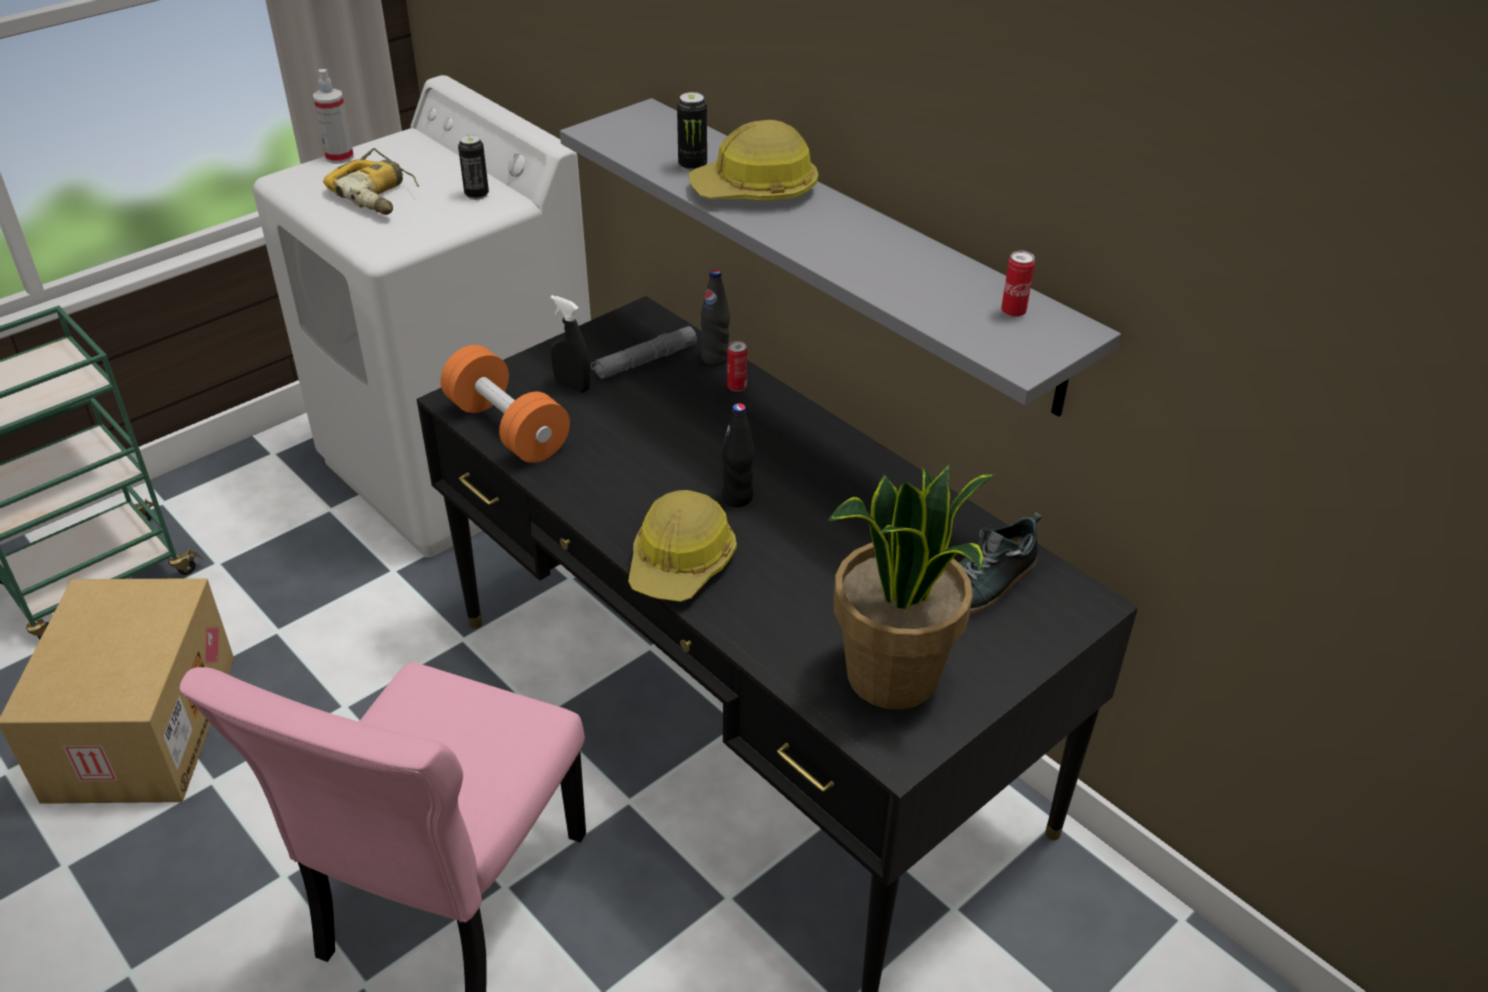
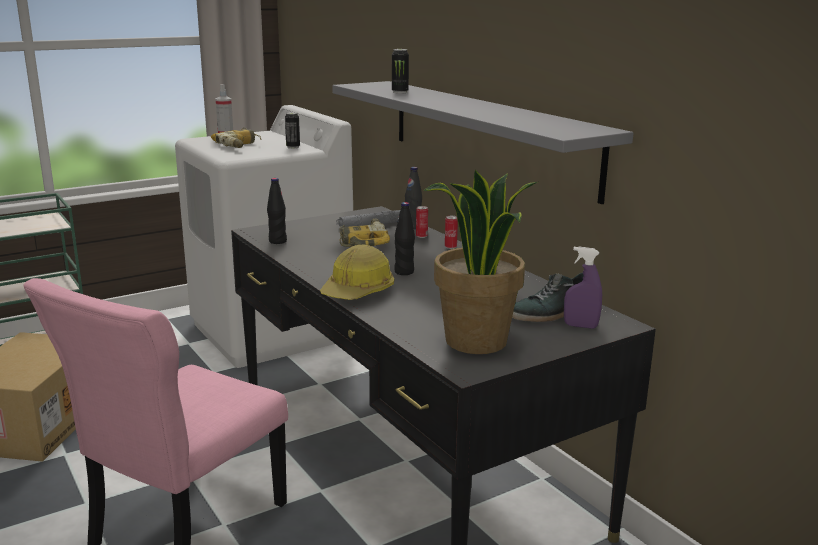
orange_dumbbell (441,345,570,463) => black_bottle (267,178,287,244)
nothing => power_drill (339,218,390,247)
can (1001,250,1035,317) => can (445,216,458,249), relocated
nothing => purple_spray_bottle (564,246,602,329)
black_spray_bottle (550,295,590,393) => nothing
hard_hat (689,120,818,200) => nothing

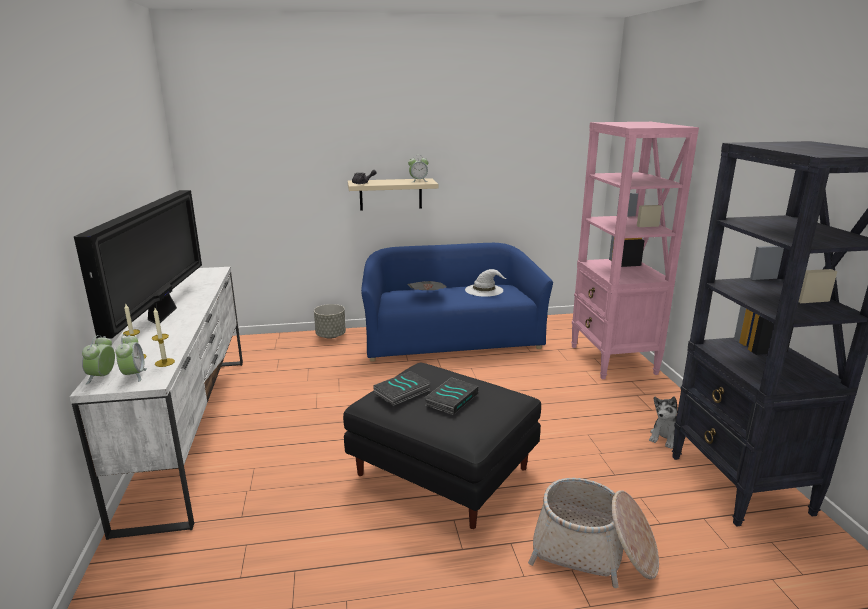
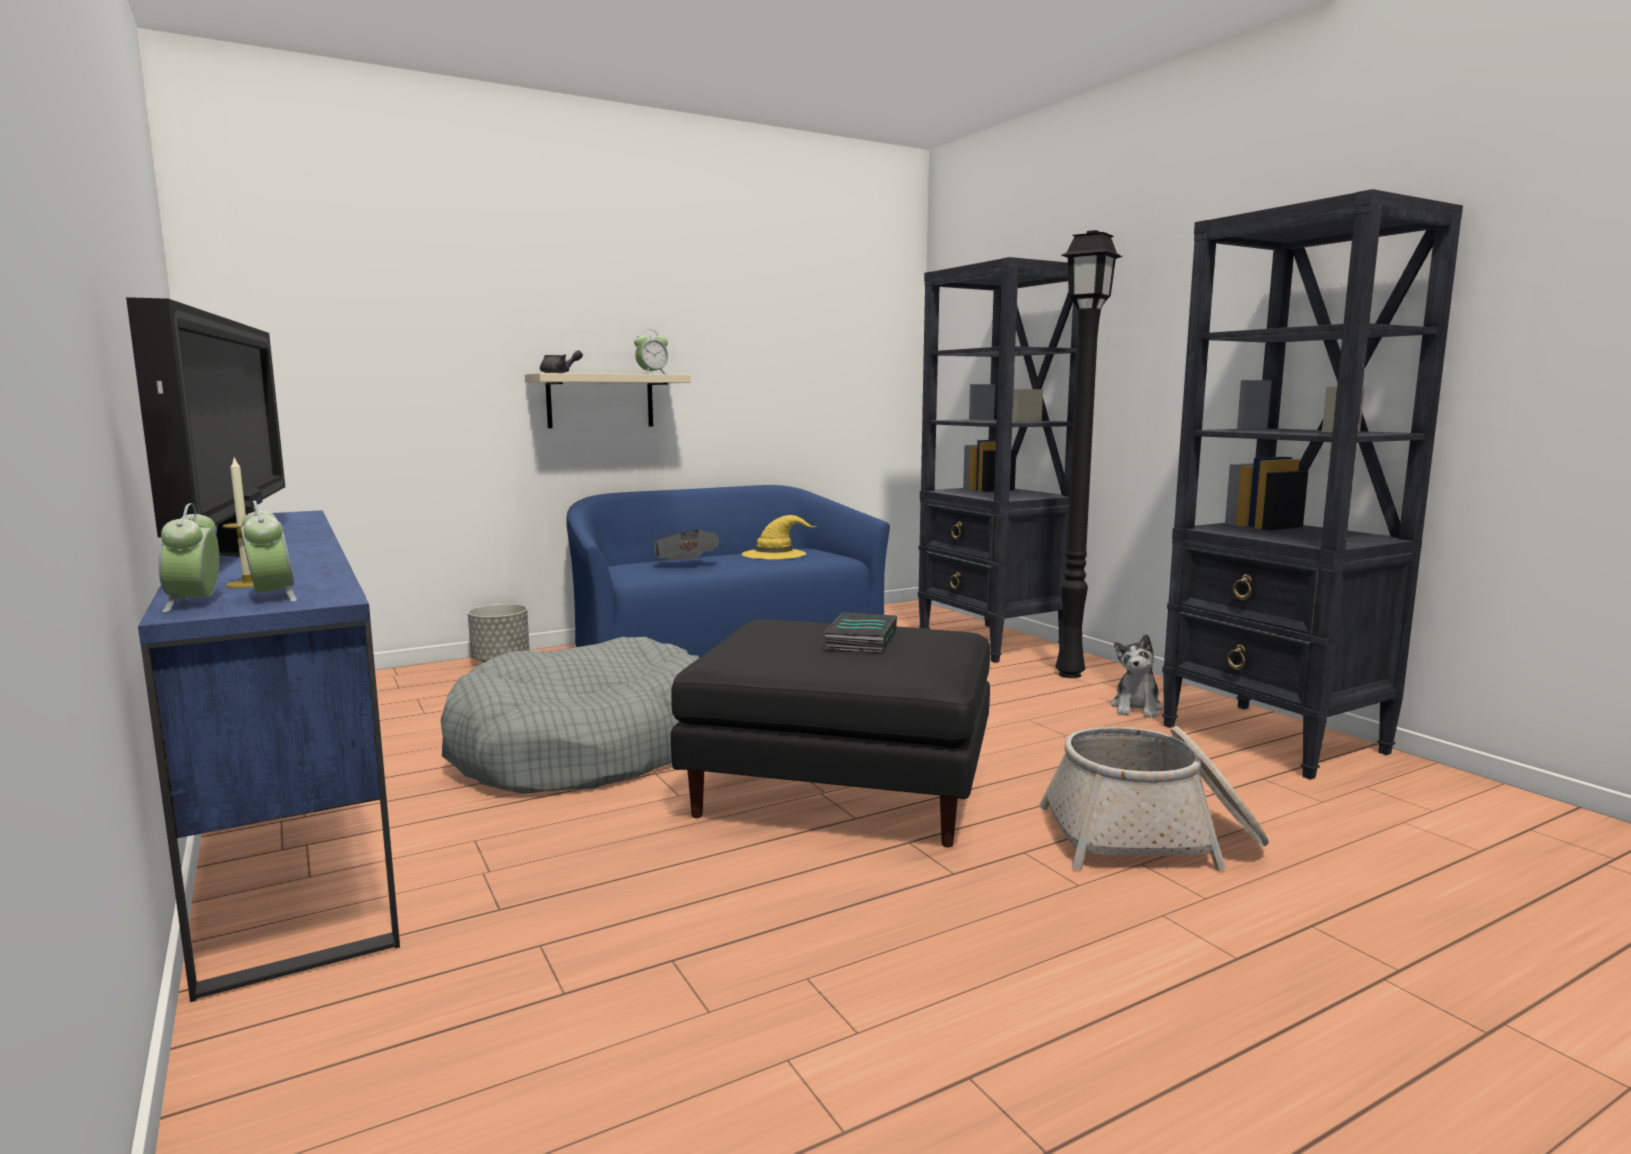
white_tv_stand (69,267,243,540) => blue_tv_stand (138,510,400,1002)
nothing => grey_dog_bed (440,637,700,794)
white_hat (465,269,507,297) => yellow_hat (742,515,817,560)
pink_bookcase (571,122,699,379) => black_bookcase (918,257,1078,663)
nothing => black_floor_lamp (1055,230,1122,678)
candle (151,308,175,367) => nothing
book (373,371,430,406) => nothing

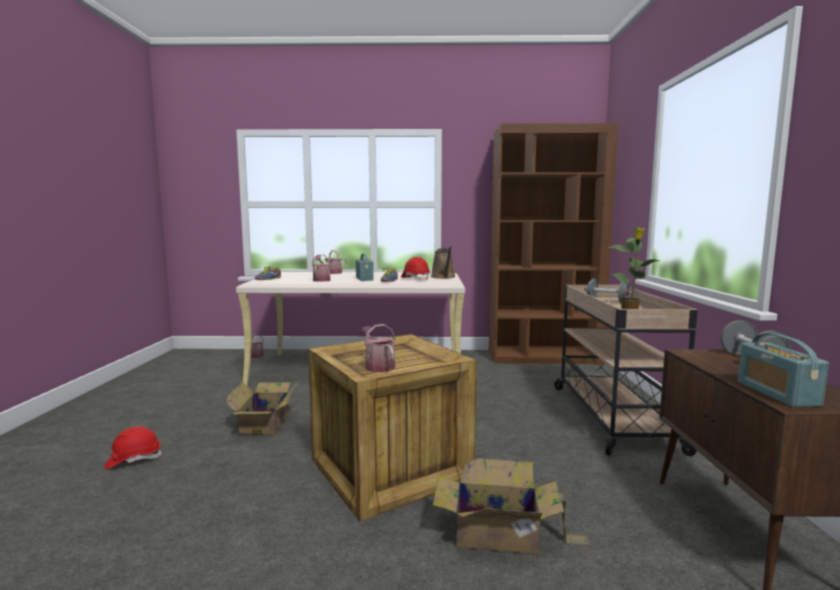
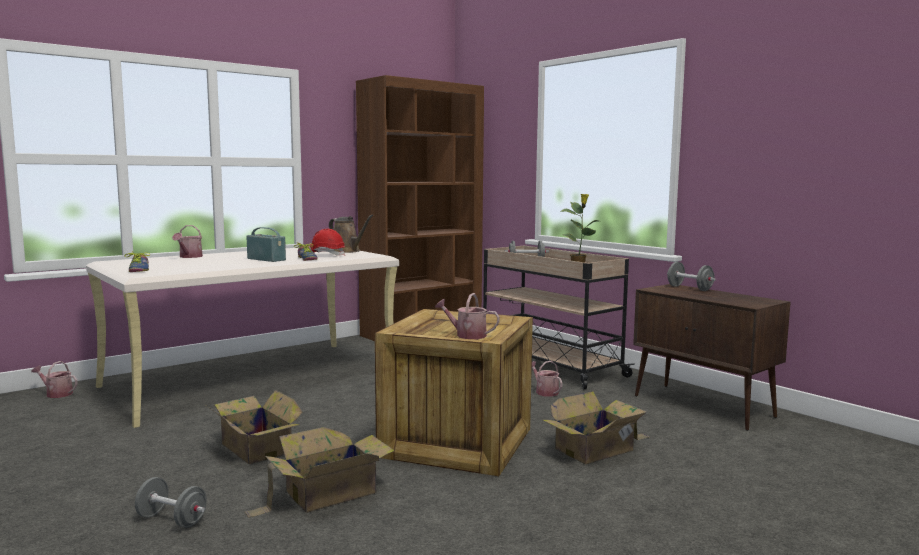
red_hard_hat (104,426,162,469) => grey_dumbbell (135,477,207,528)
nothing => cardboard_box (245,427,395,518)
watering_can (312,254,332,282) => watering_can (532,361,563,397), relocated
radio (738,333,829,407) => nothing

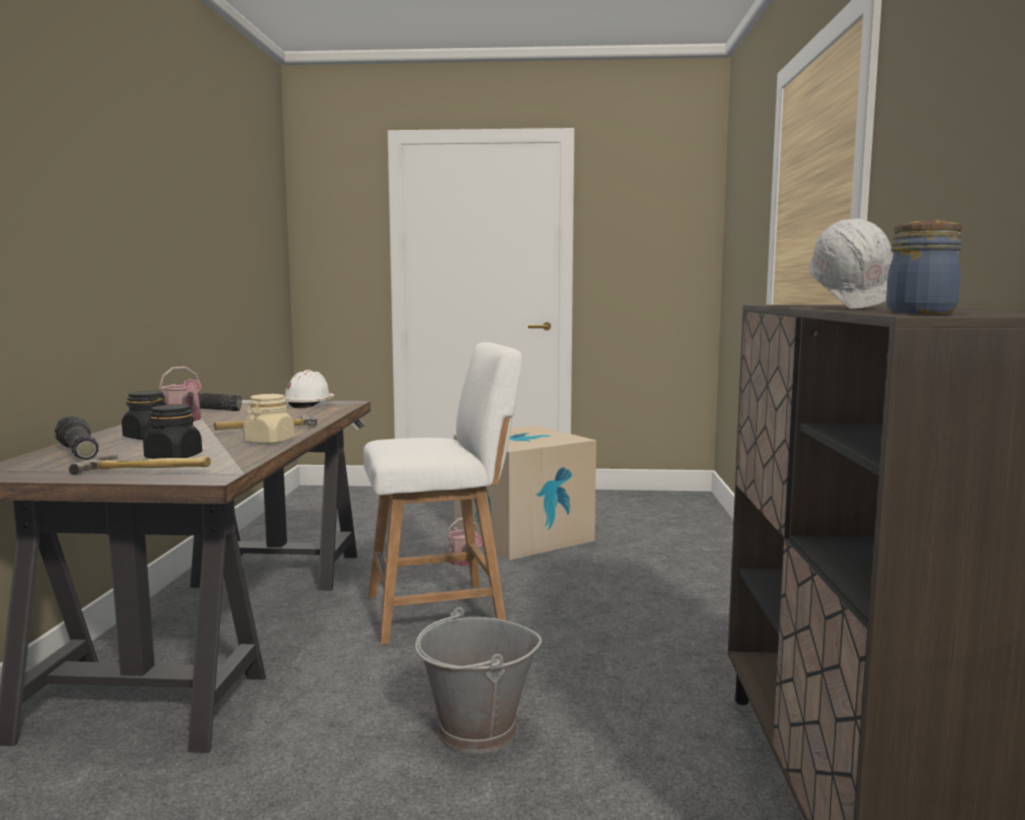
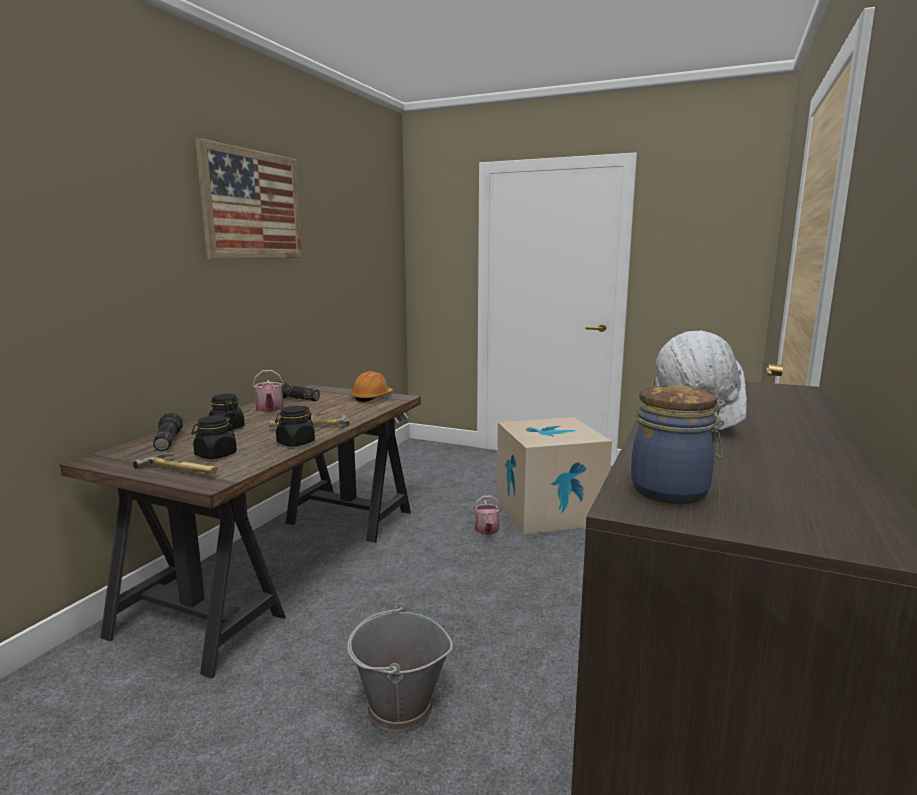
nothing => picture (195,138,302,259)
beige_jar (243,394,294,444) => black_jar (275,406,315,447)
white_hard_hat (285,370,334,408) => orange_hard_hat (350,371,393,402)
white_chair (363,342,522,644) => nothing

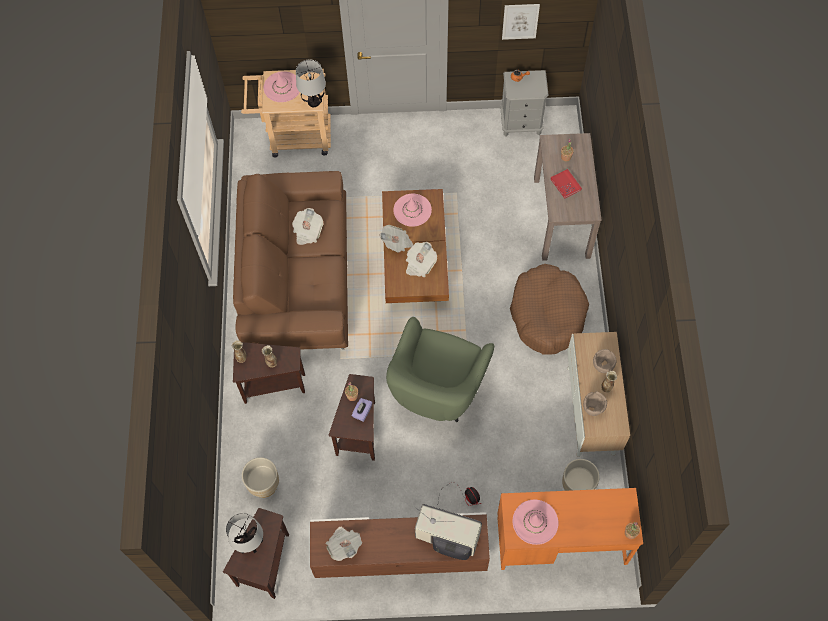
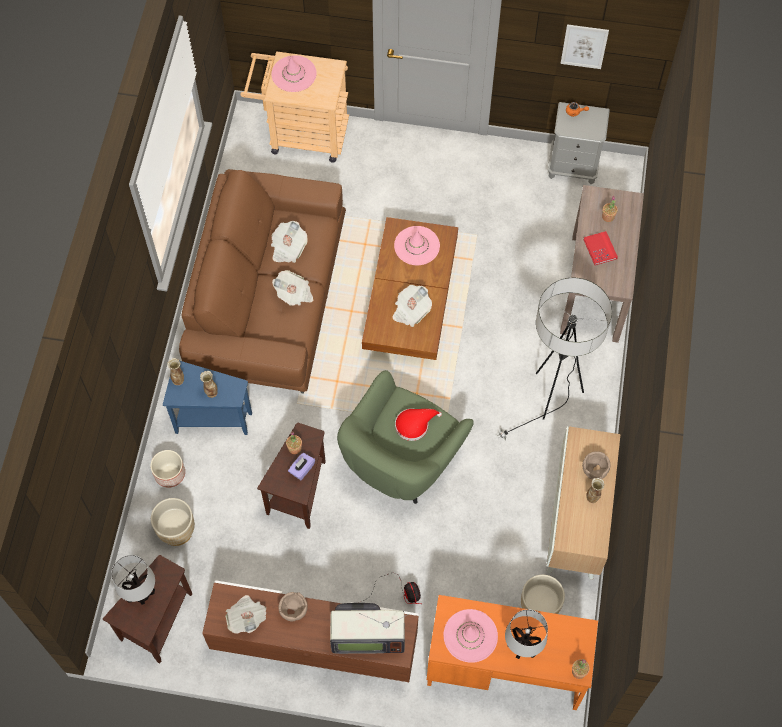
nothing => planter (150,450,185,488)
brown_side_table (233,342,305,404) => blue_side_table (163,361,252,435)
newspaper (379,225,413,253) => newspaper (272,270,313,306), relocated
brown_bowl (583,391,607,416) => brown_bowl (278,592,307,621), relocated
television (415,504,482,560) => television (330,603,409,654), 150 degrees clockwise
nothing => red_hat (395,408,442,441)
brown_dog_bed (510,264,589,355) => floor_lamp (497,278,612,440)
table_lamp (296,59,326,107) => table_lamp (505,609,548,659), relocated

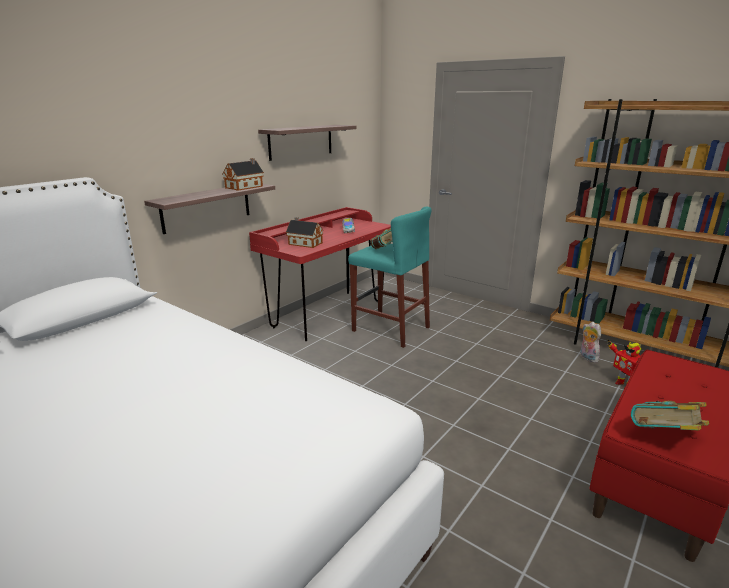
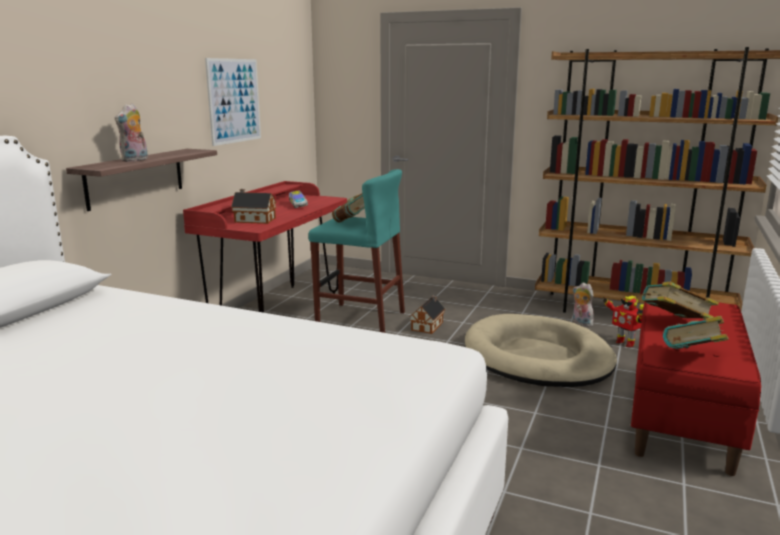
nothing => plush_toy (115,104,148,162)
shelf (258,125,357,161) => picture (205,58,261,146)
toy_house (222,158,264,191) => toy_house (409,295,445,334), relocated
nothing => beige_dog_bed (465,314,617,387)
nothing => book (640,282,719,320)

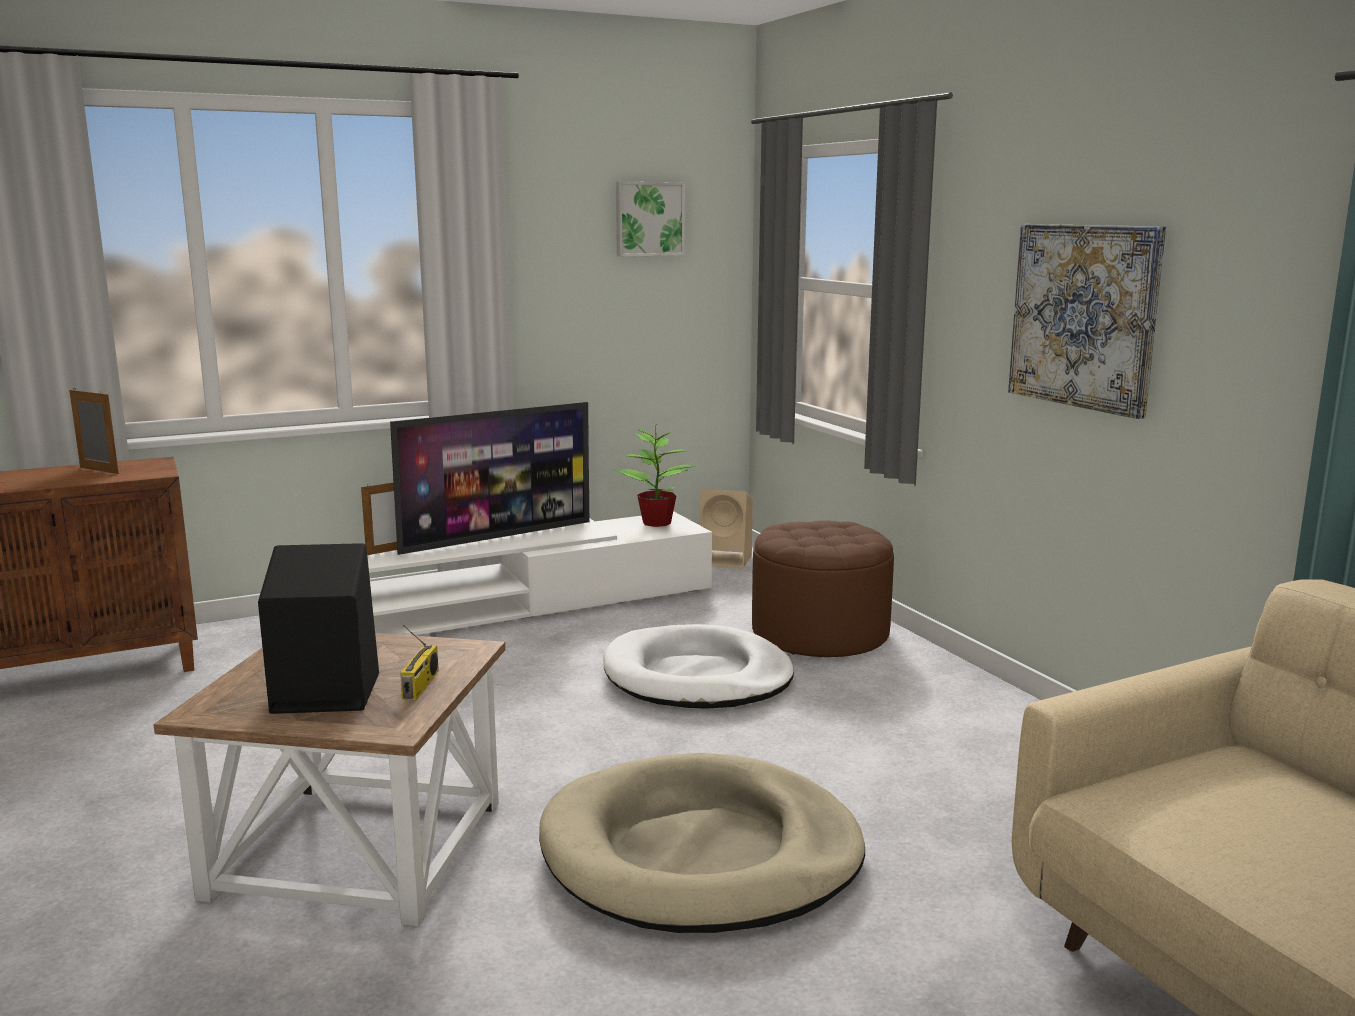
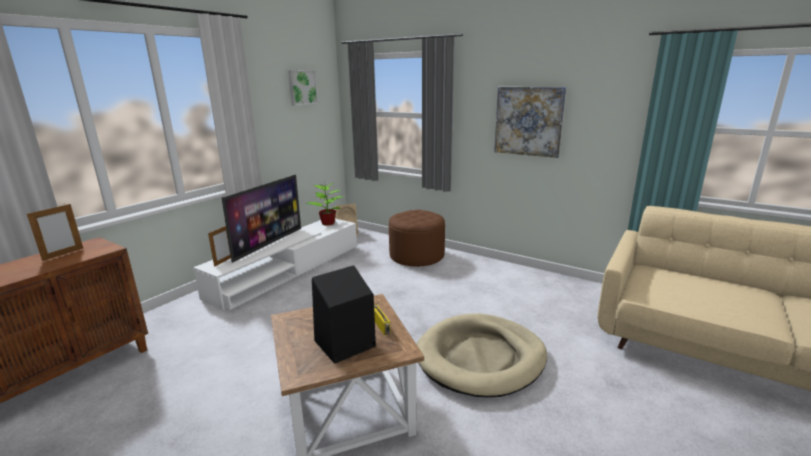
picture_frame (69,389,119,474) => picture_frame (27,204,83,261), 120 degrees clockwise
white_dog_bed (603,624,794,709) => nothing

